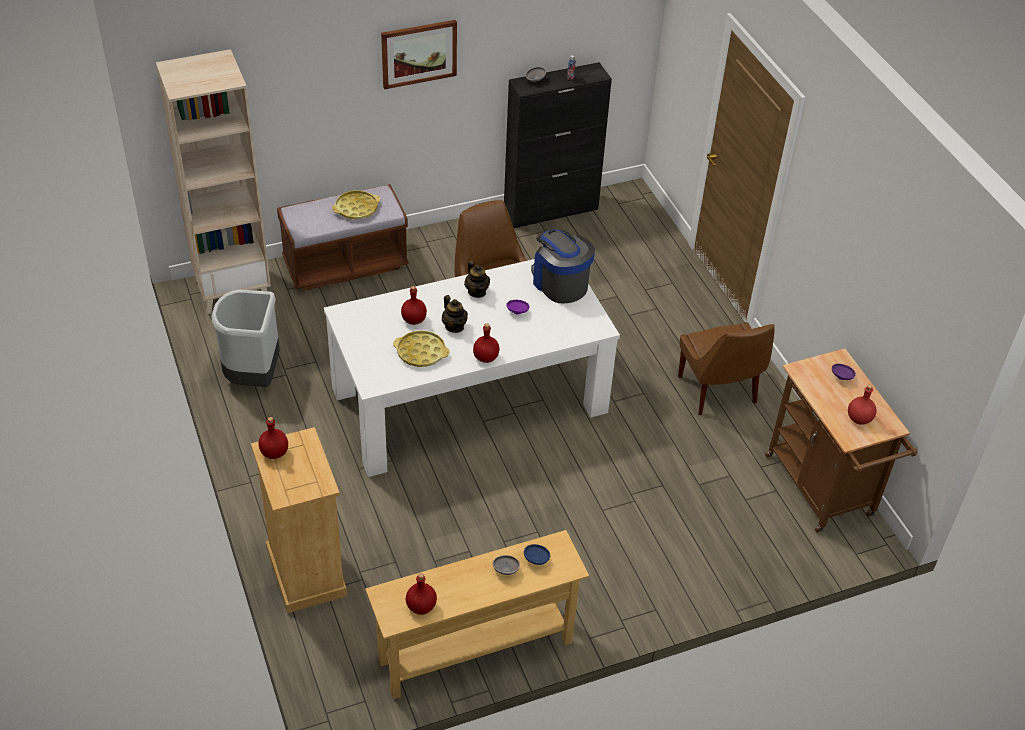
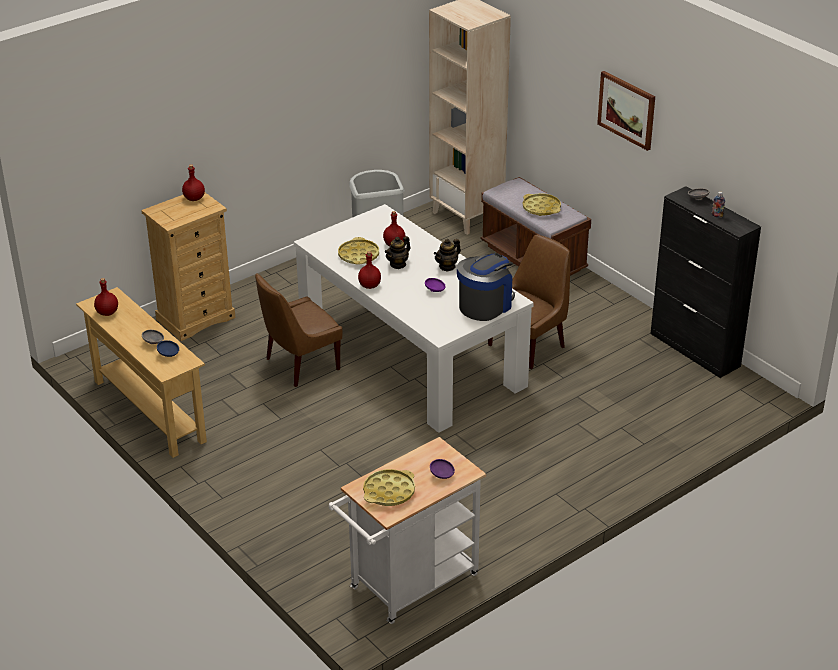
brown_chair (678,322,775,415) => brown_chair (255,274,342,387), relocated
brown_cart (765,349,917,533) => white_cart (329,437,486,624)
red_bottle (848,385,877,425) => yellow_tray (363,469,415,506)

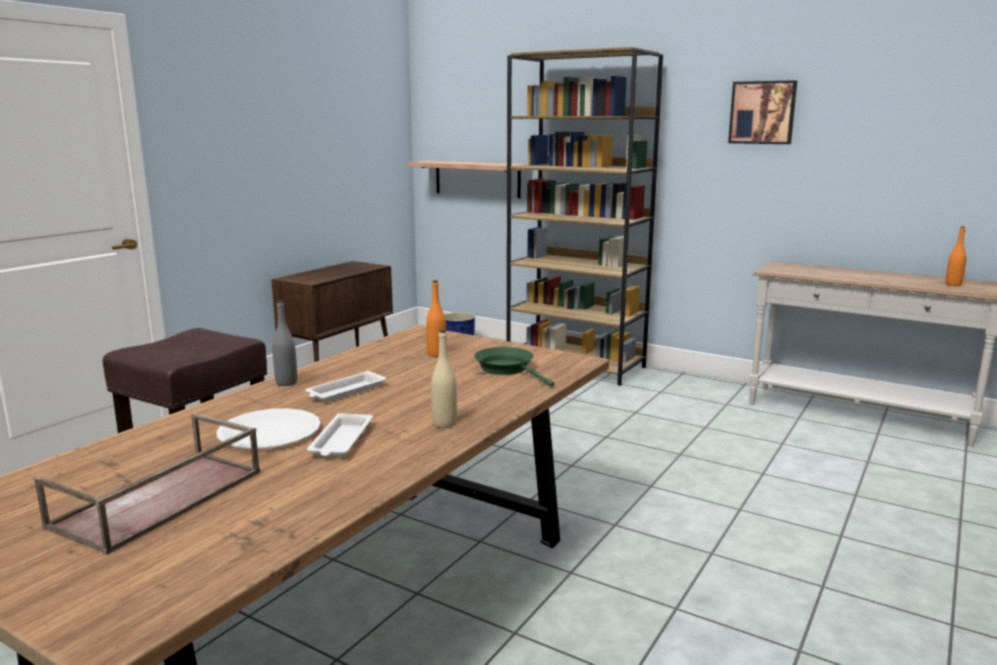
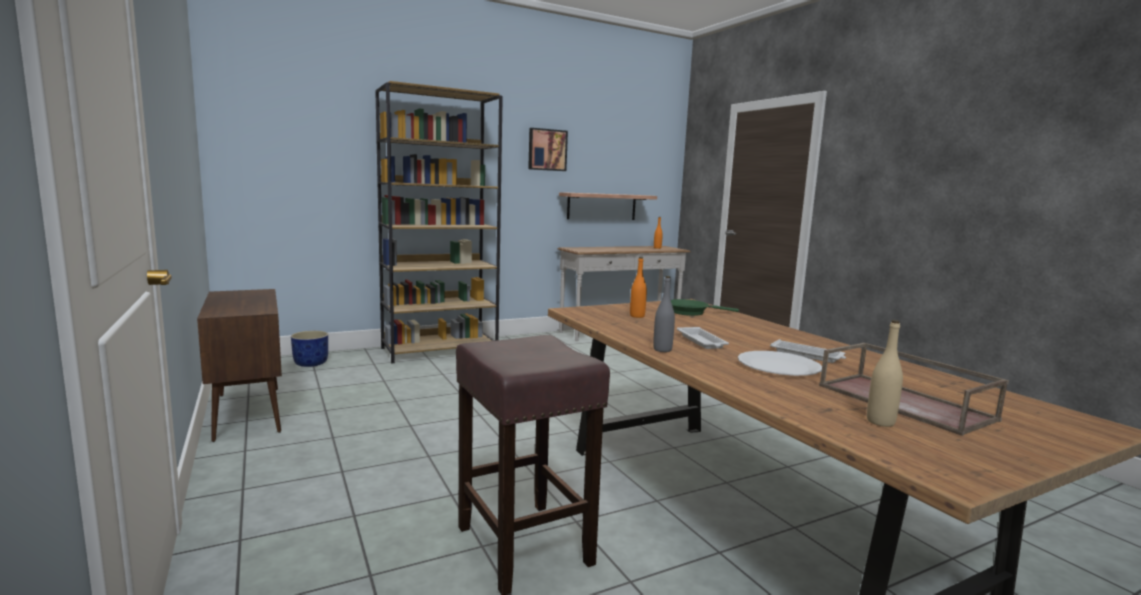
shelf (408,161,528,198) => shelf (559,192,657,220), relocated
beige_bottle (431,330,457,428) => beige_bottle (867,320,903,427), relocated

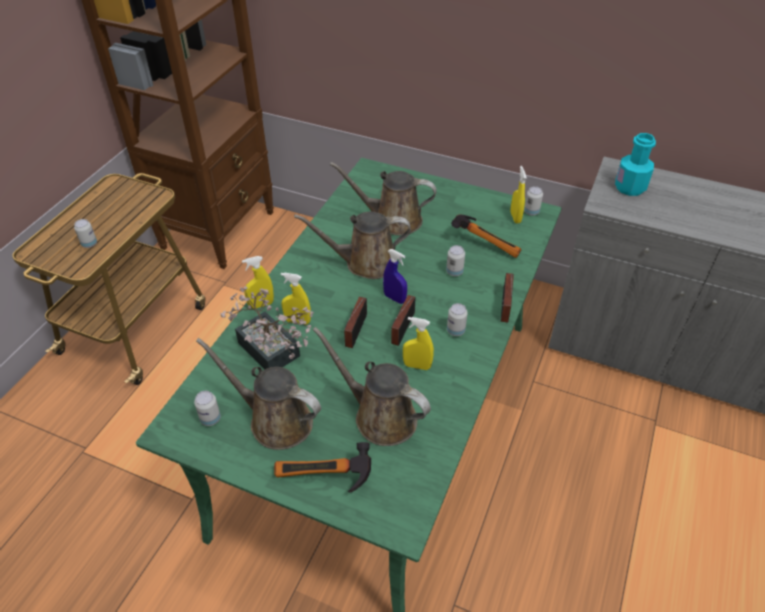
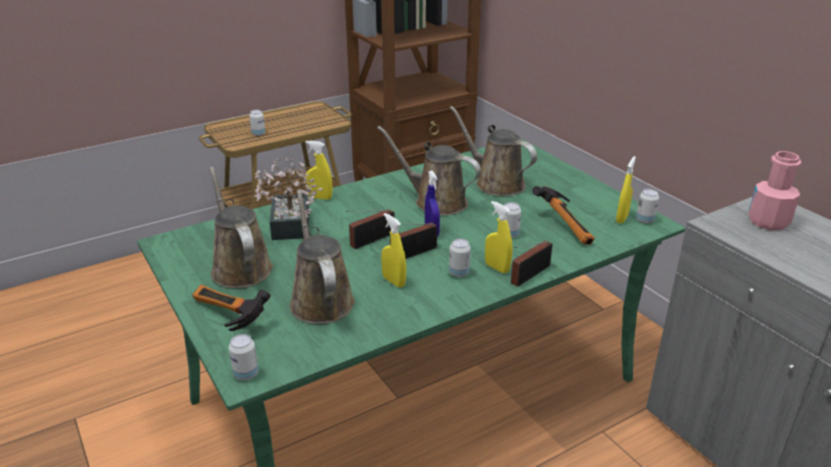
can (194,391,221,426) => can (229,334,258,380), relocated
yellow_spray_bottle (281,273,311,325) => yellow_spray_bottle (485,201,512,273), relocated
turquoise_bottle (615,133,656,196) => pink_bottle (749,151,801,230)

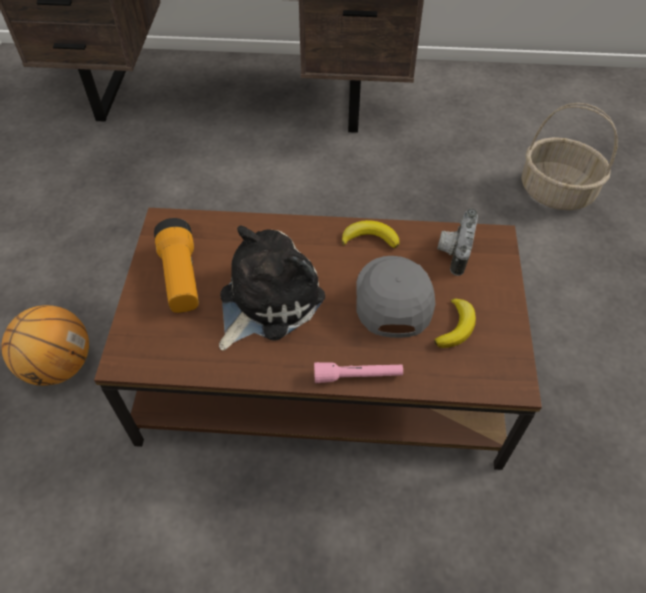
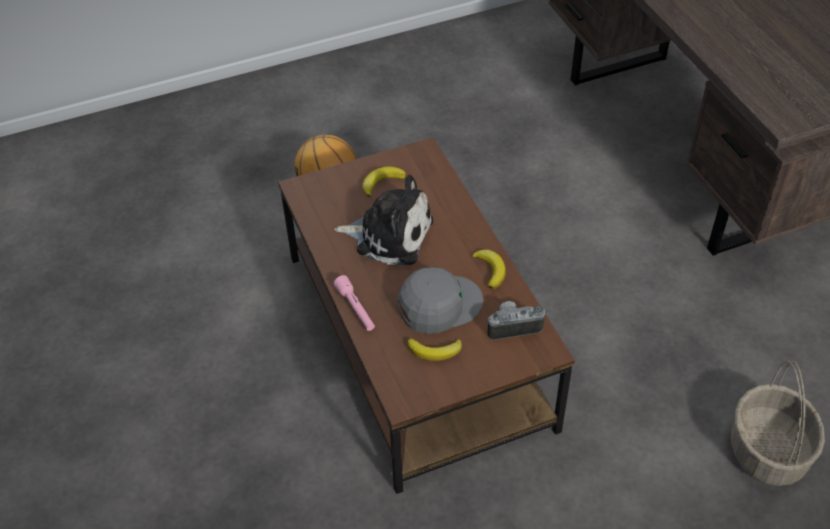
flashlight (154,218,199,313) => banana (362,166,406,198)

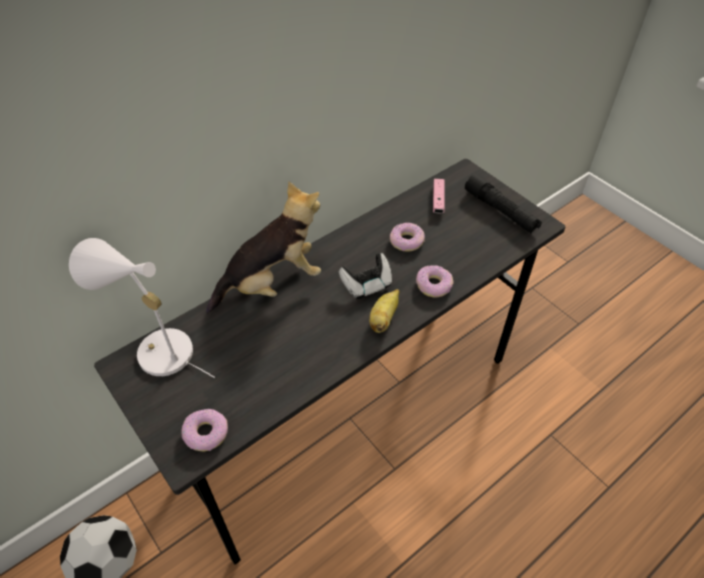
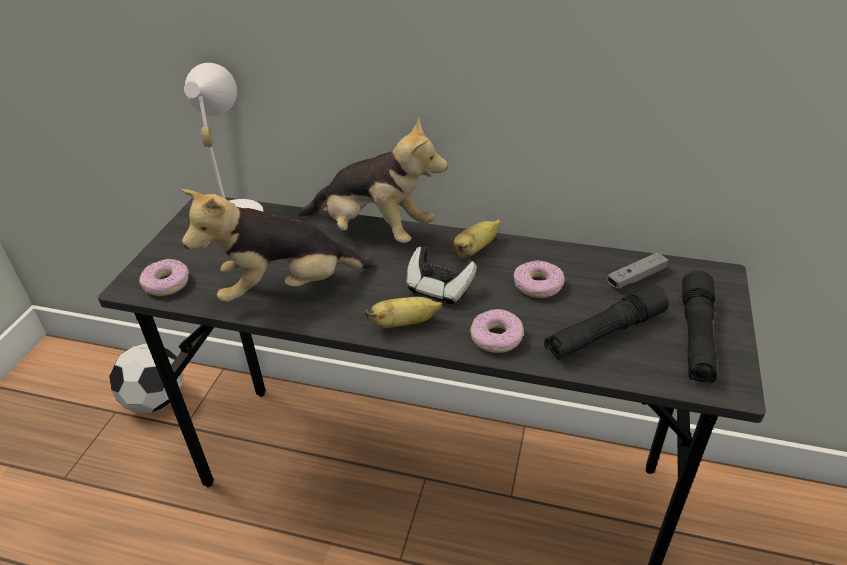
nothing => plush_toy (181,189,375,302)
nothing => banana (453,220,501,257)
nothing => black_flashlight (544,284,669,360)
pink_game_controller (433,179,445,213) => grey_game_controller (607,252,668,289)

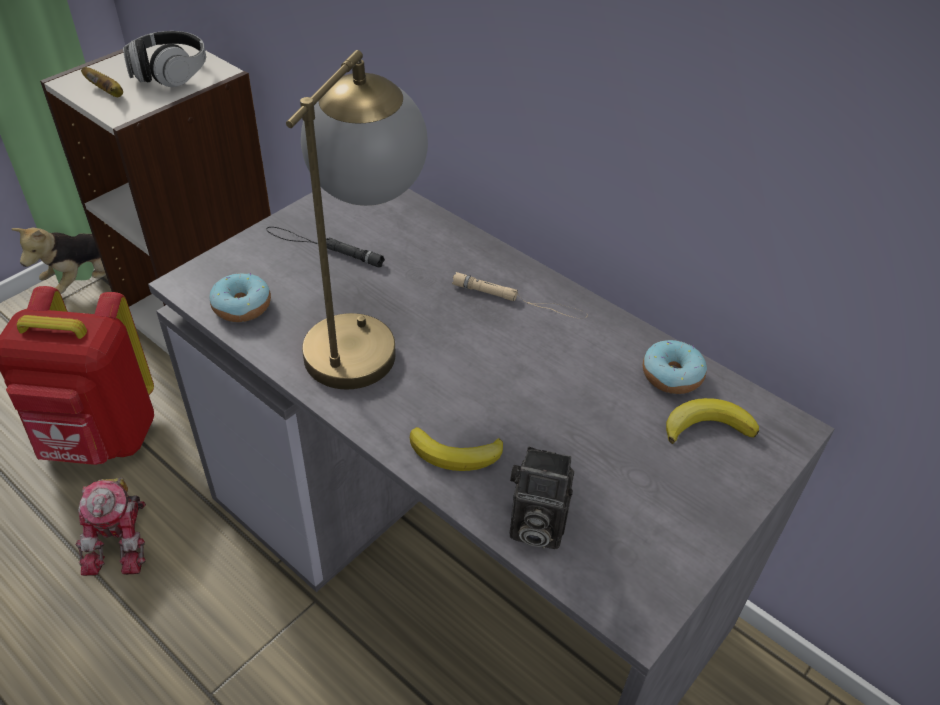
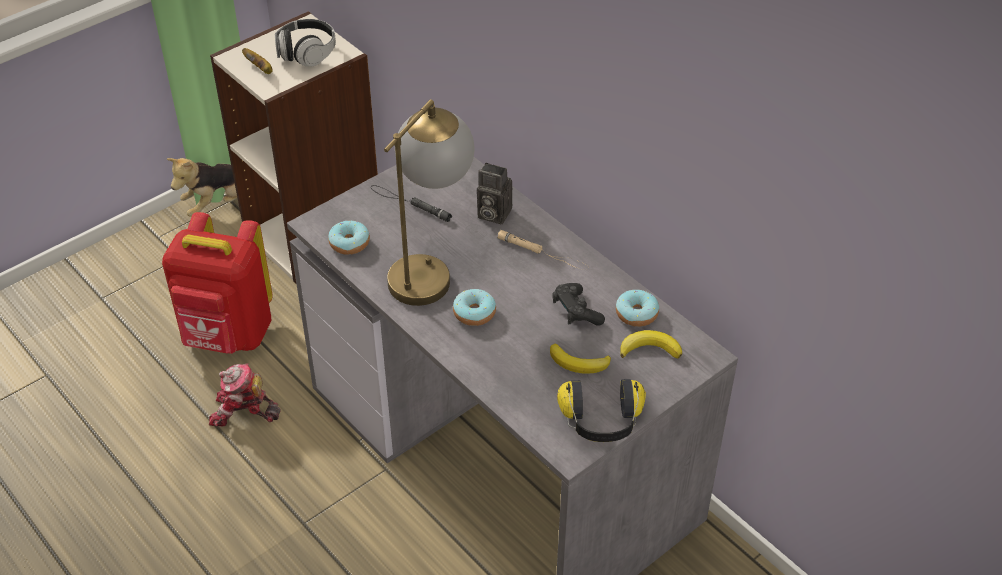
toy_robot (76,477,146,576) => toy_robot (209,363,281,426), 90 degrees clockwise
nothing => donut (453,289,496,326)
photo_camera (510,447,574,550) => photo_camera (477,163,512,225), relocated
banana (410,427,503,471) => banana (550,344,611,374), relocated
nothing => black_game_controller (553,283,605,326)
nothing => headphones (557,379,646,442)

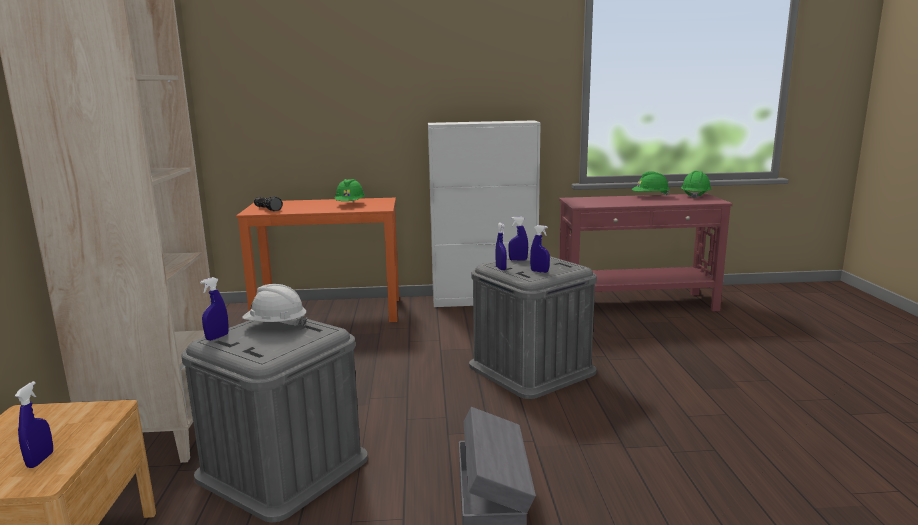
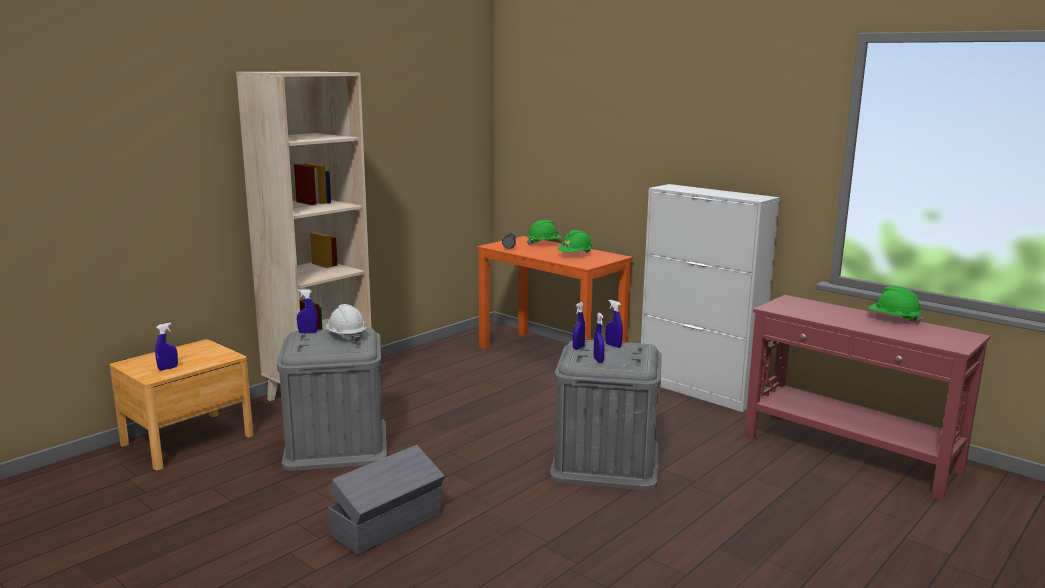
green_hard_hat (681,171,711,199) => green_hard_hat (527,220,562,245), relocated

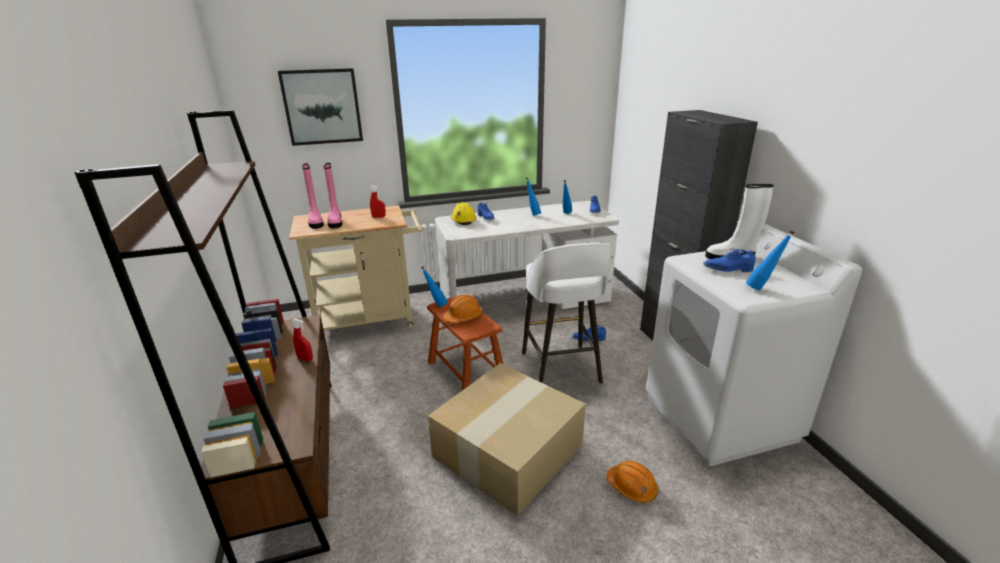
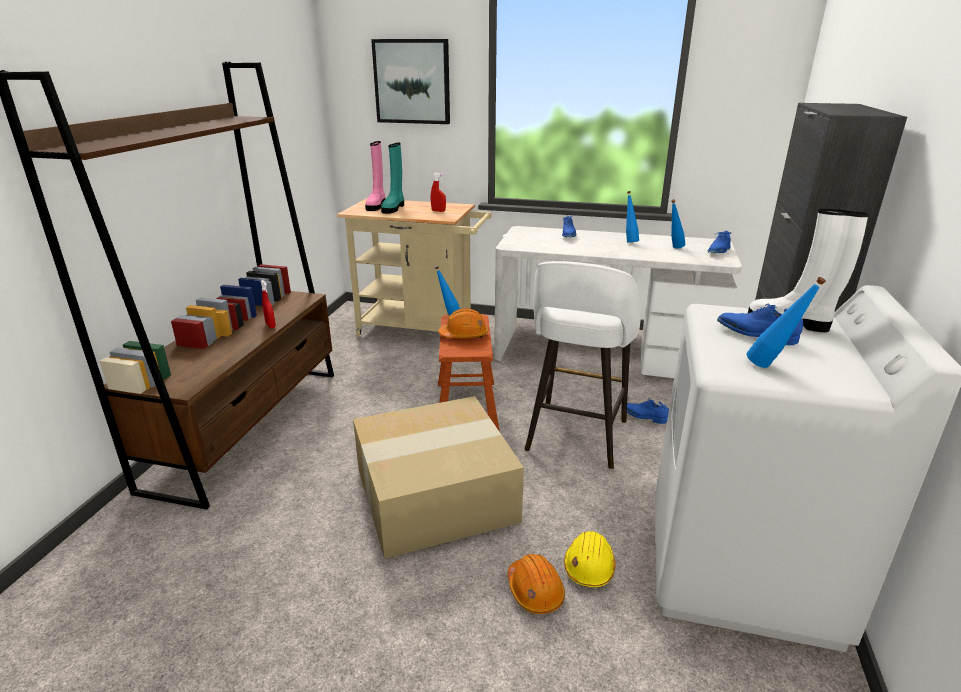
pink_boot (323,163,343,229) => turquoise_boot (381,143,404,214)
yellow_hard_hat (451,202,477,225) => yellow_hard_hat (564,531,616,587), relocated

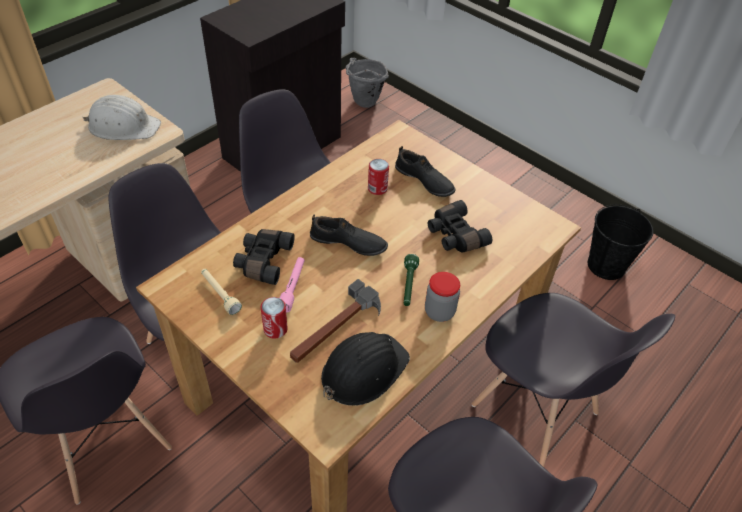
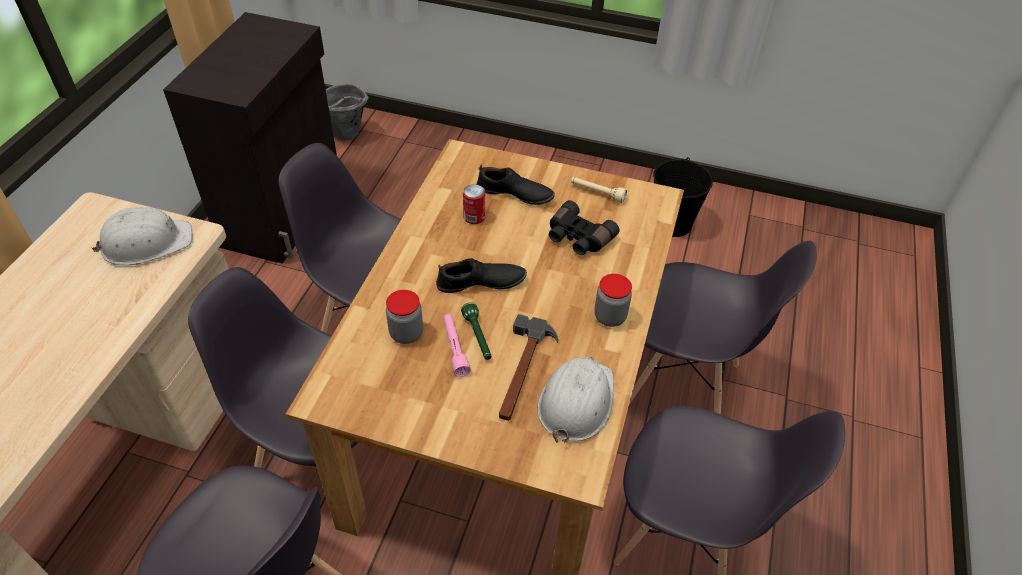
black_binoculars (233,229,295,285) => jar (386,290,423,344)
green_flashlight (403,254,419,306) => green_flashlight (461,302,492,360), relocated
black_hard_hat (321,332,410,406) => white_hard_hat (537,356,614,443)
beige_flashlight (201,269,242,315) => beige_flashlight (571,177,627,203), relocated
can (261,297,288,339) => nothing

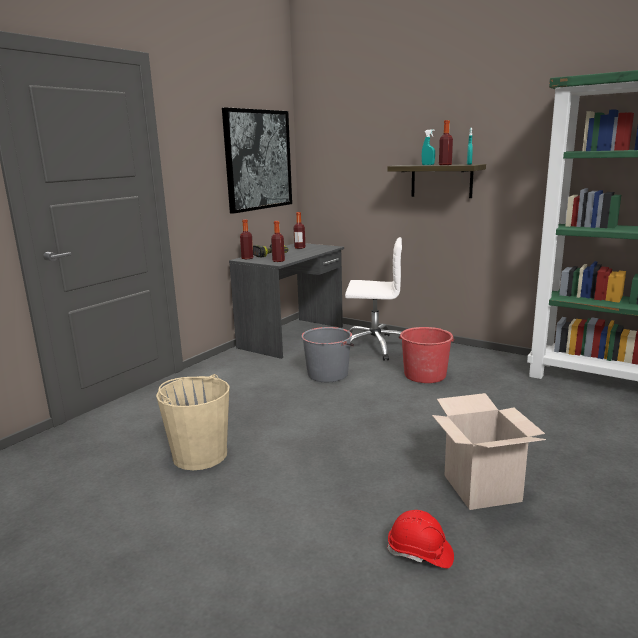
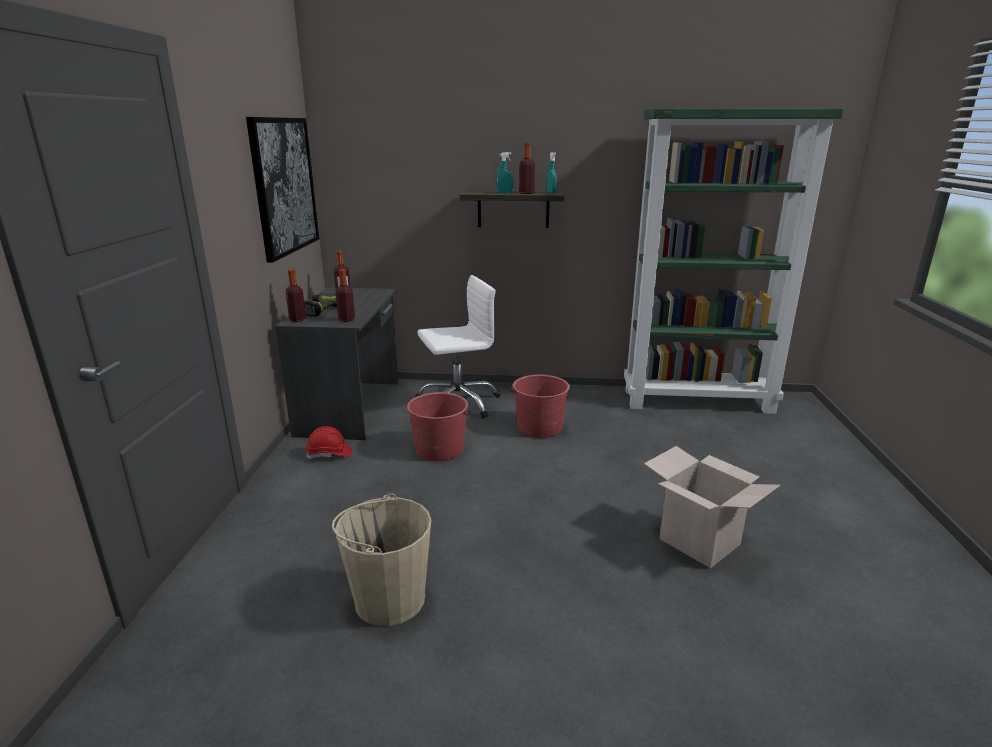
red_hard_hat (387,510,454,569) => red_hard_hat (306,426,352,459), relocated
grey_bucket (301,327,354,382) => red_bucket (407,392,471,461)

